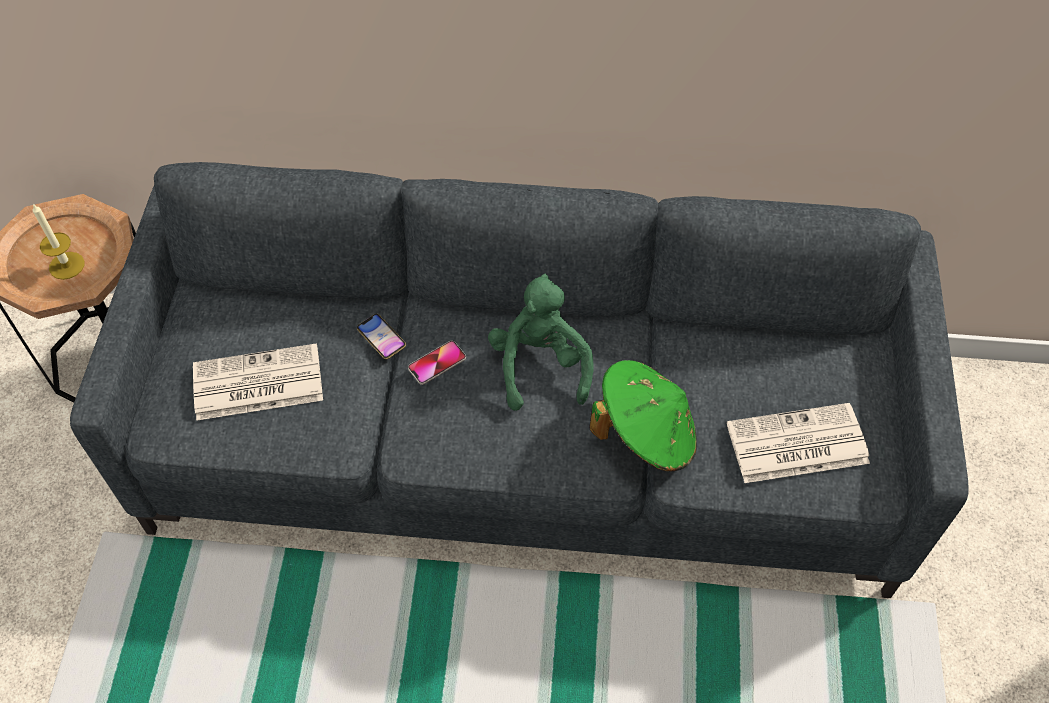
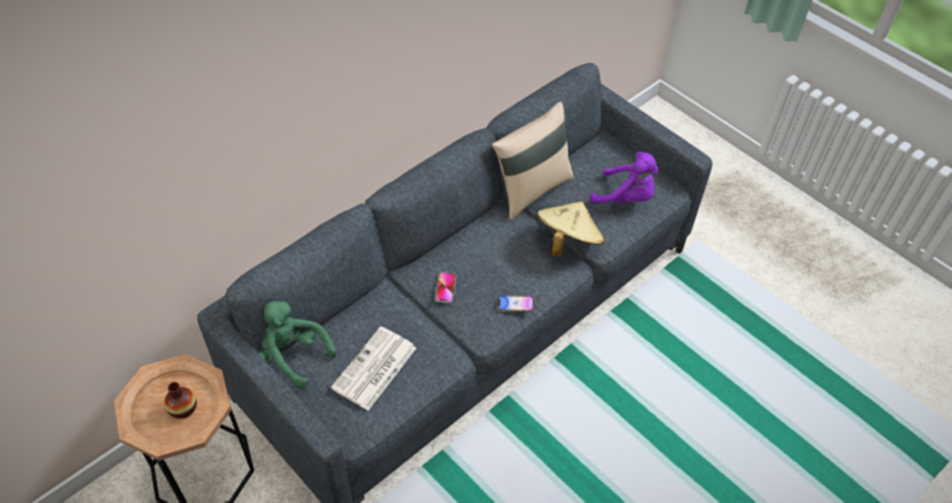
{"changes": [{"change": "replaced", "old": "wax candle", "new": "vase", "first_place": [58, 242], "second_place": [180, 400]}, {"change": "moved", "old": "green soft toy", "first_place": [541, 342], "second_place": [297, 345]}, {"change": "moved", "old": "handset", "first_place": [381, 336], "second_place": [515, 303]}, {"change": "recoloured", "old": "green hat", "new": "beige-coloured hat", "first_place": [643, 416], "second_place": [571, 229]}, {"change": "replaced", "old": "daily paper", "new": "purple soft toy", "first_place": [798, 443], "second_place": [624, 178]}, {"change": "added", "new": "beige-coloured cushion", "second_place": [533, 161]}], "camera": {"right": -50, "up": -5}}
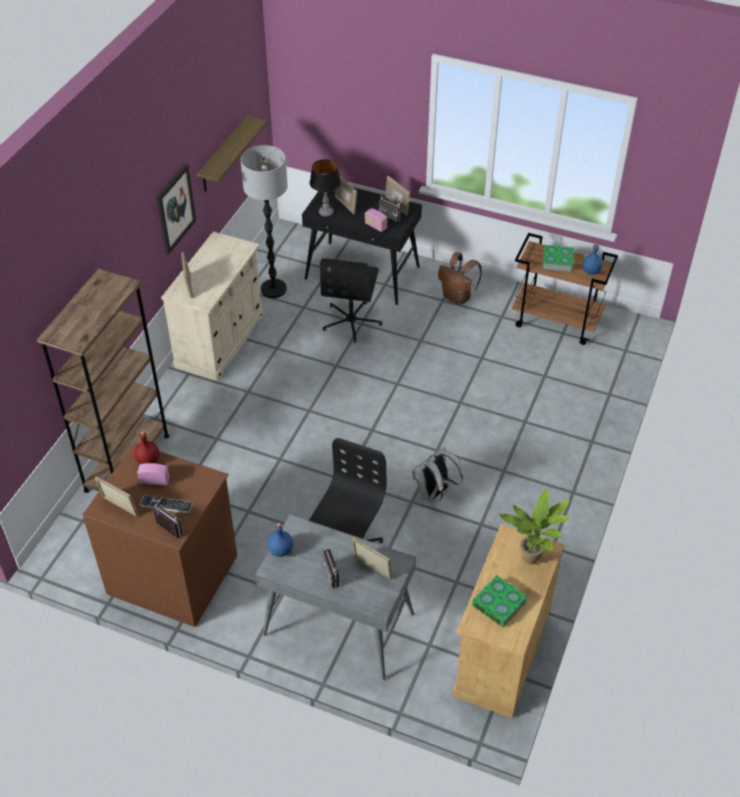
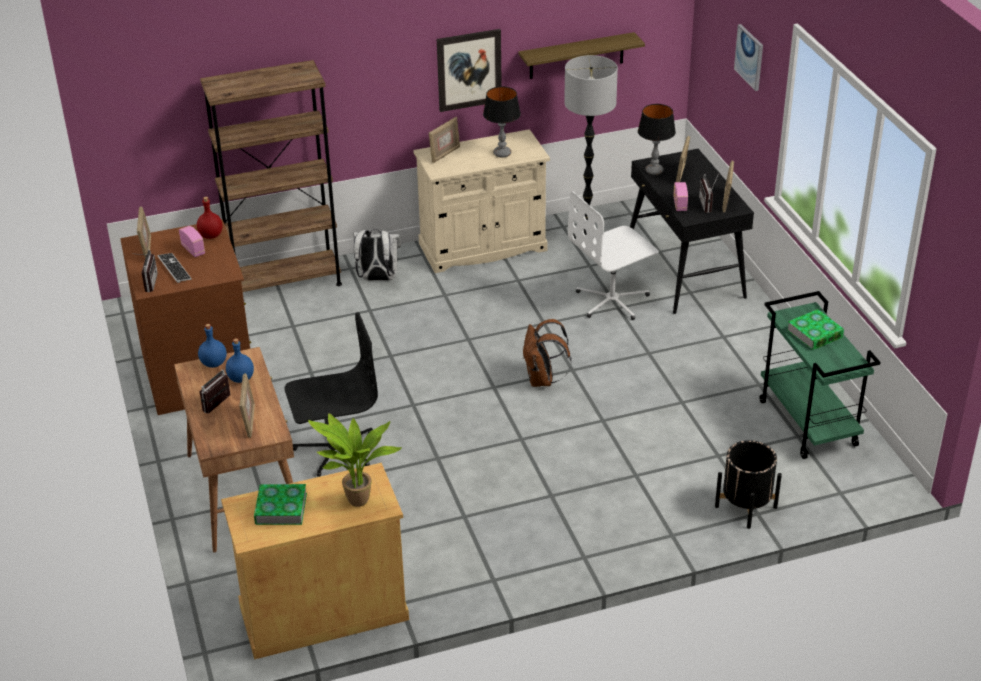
{"changes": [{"change": "recoloured", "old": "brown-coloured cart", "new": "green cart", "first_place": [565, 289], "second_place": [820, 375]}, {"change": "moved", "old": "bluish drink bottle", "first_place": [593, 259], "second_place": [240, 360]}, {"change": "moved", "old": "brown-coloured knapsack", "first_place": [460, 278], "second_place": [547, 353]}, {"change": "recoloured", "old": "black desk chair", "new": "whitish desk chair", "first_place": [351, 300], "second_place": [613, 255]}, {"change": "moved", "old": "whitish knapsack", "first_place": [437, 474], "second_place": [377, 255]}, {"change": "recoloured", "old": "grey desk table", "new": "brown-coloured desk table", "first_place": [336, 597], "second_place": [234, 450]}, {"change": "added", "new": "wall art", "second_place": [748, 57]}, {"change": "added", "new": "tabletop lamp", "second_place": [502, 122]}, {"change": "added", "new": "black flower pot", "second_place": [748, 484]}], "camera": {"right": 50, "up": -10}}
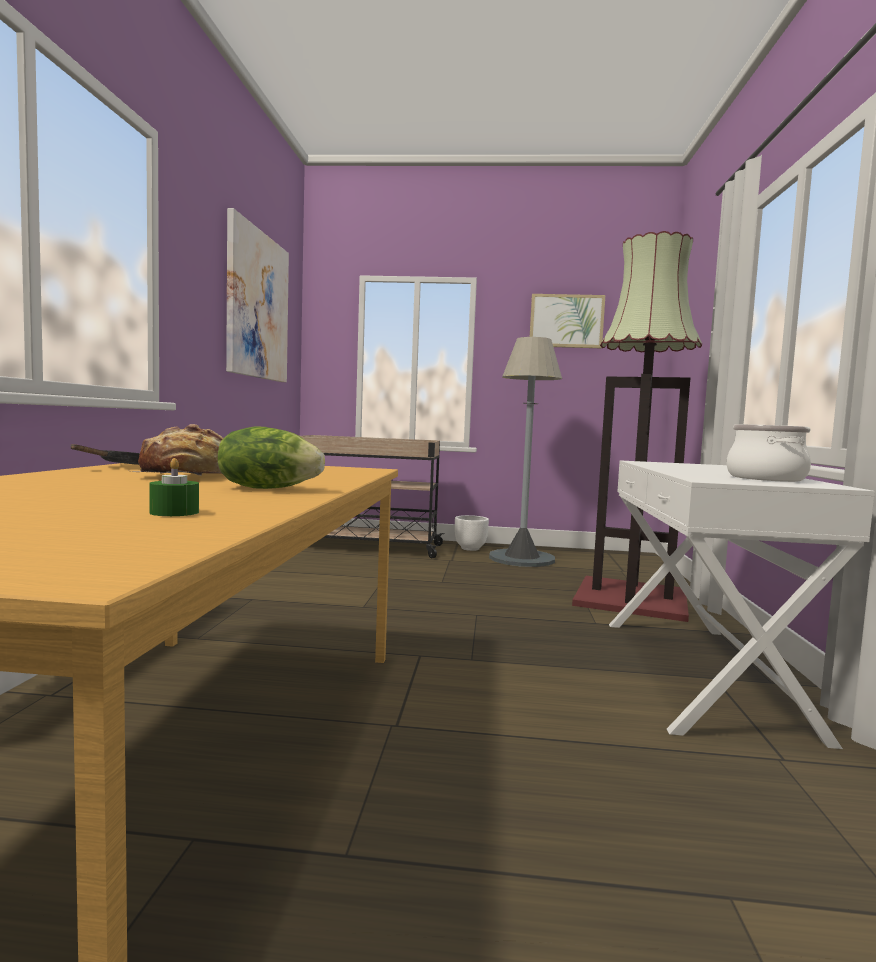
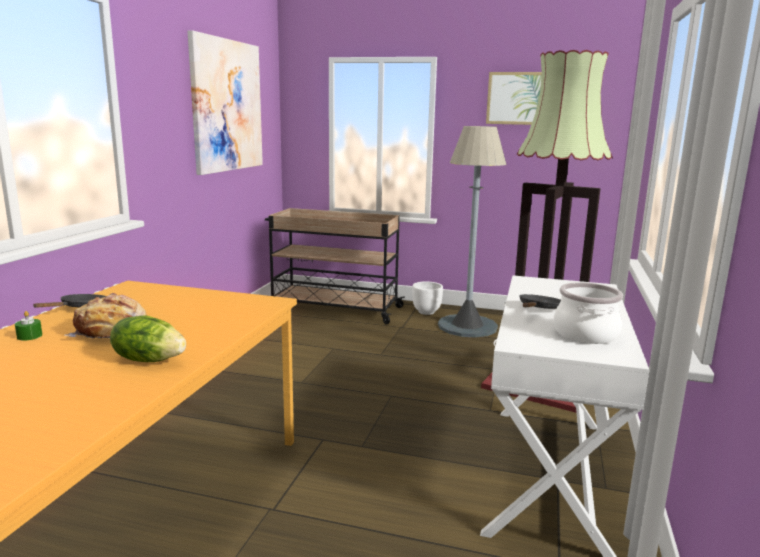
{"changes": [{"change": "moved", "old": "green wax candle", "first_place": [174, 487], "second_place": [28, 325]}, {"change": "added", "new": "black frying pan", "second_place": [540, 301]}], "camera": {"right": 10, "up": 10}}
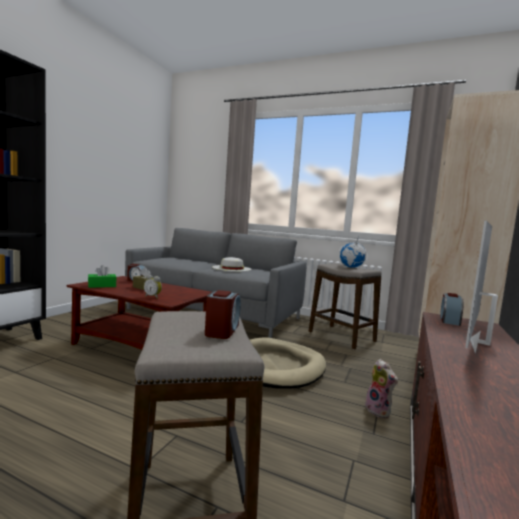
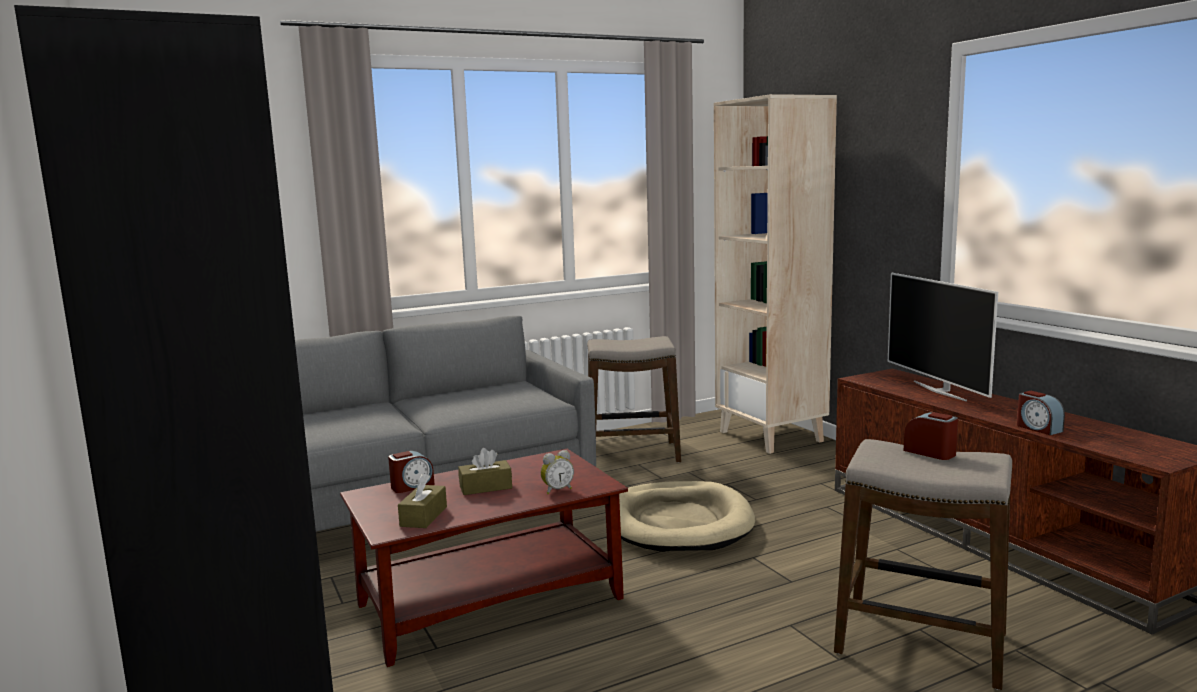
{"changes": [{"change": "removed", "old": "world globe", "first_place": [353, 252]}, {"change": "removed", "old": "whitish hat", "first_place": [231, 264]}, {"change": "recoloured", "old": "green tissue box", "new": "brown-coloured tissue box", "first_place": [102, 276], "second_place": [422, 500]}, {"change": "moved", "old": "alarm clock", "first_place": [452, 309], "second_place": [1041, 413]}, {"change": "removed", "old": "soft toy", "first_place": [381, 388]}], "camera": {"right": -50, "up": 5}}
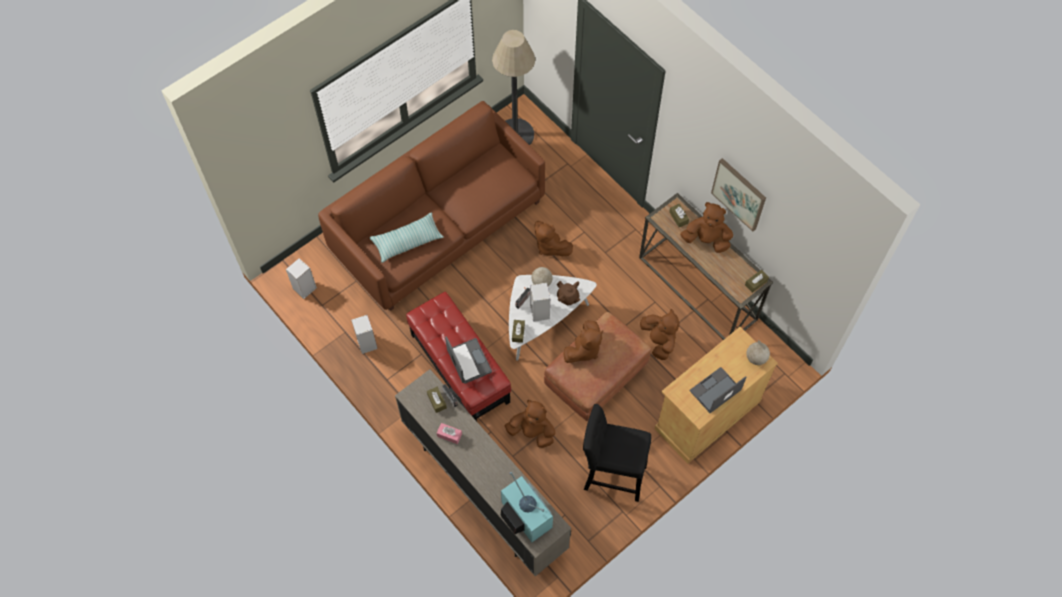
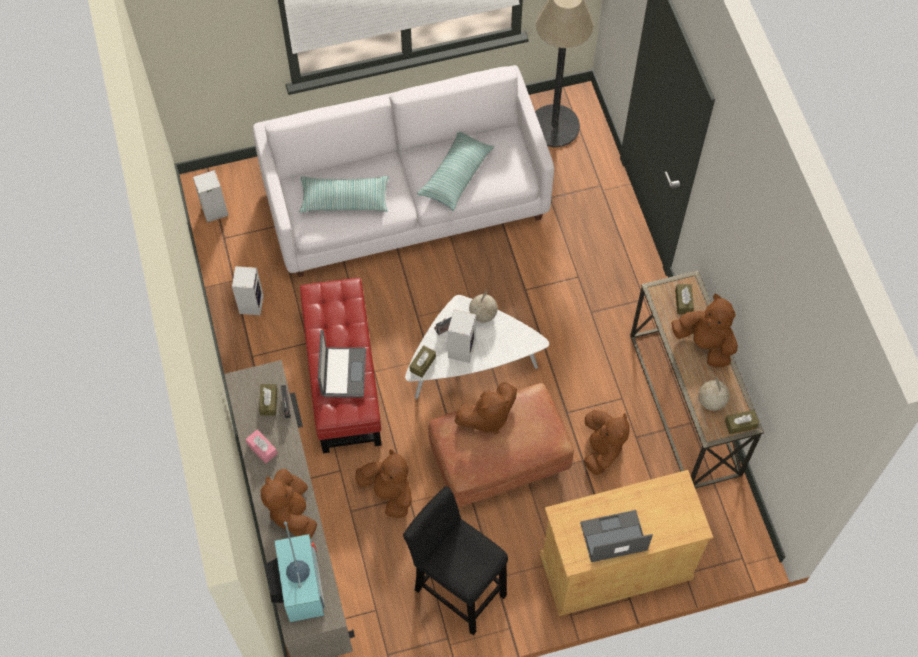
{"changes": [{"change": "recoloured", "old": "brown-coloured settee", "new": "whitish settee", "first_place": [431, 206], "second_place": [403, 171]}, {"change": "removed", "old": "wall art", "first_place": [738, 194]}, {"change": "moved", "old": "brown-coloured soft toy", "first_place": [553, 238], "second_place": [289, 504]}, {"change": "removed", "old": "brown-coloured pot for tea", "first_place": [569, 293]}, {"change": "moved", "old": "world globe", "first_place": [758, 352], "second_place": [713, 393]}, {"change": "added", "new": "cushion", "second_place": [456, 171]}], "camera": {"right": 25, "up": 0}}
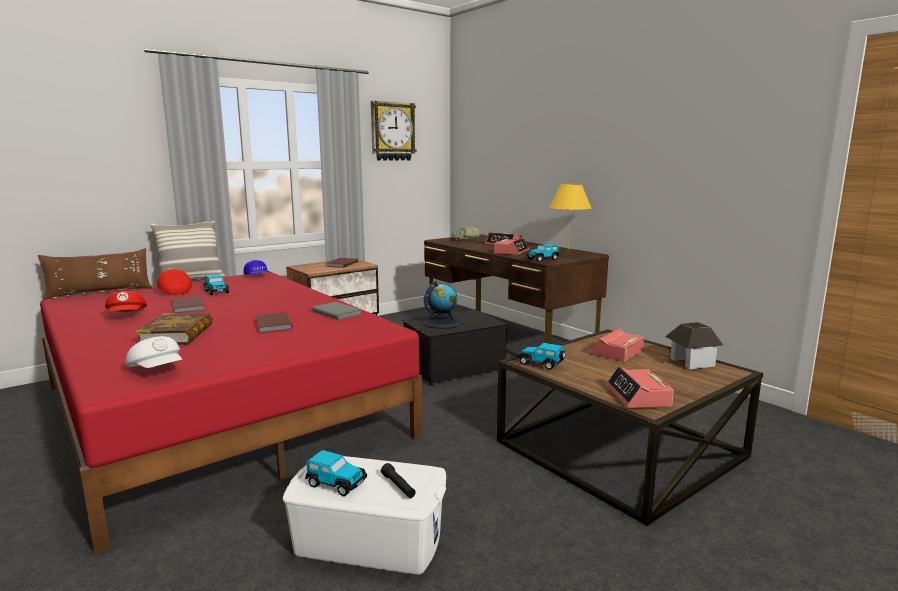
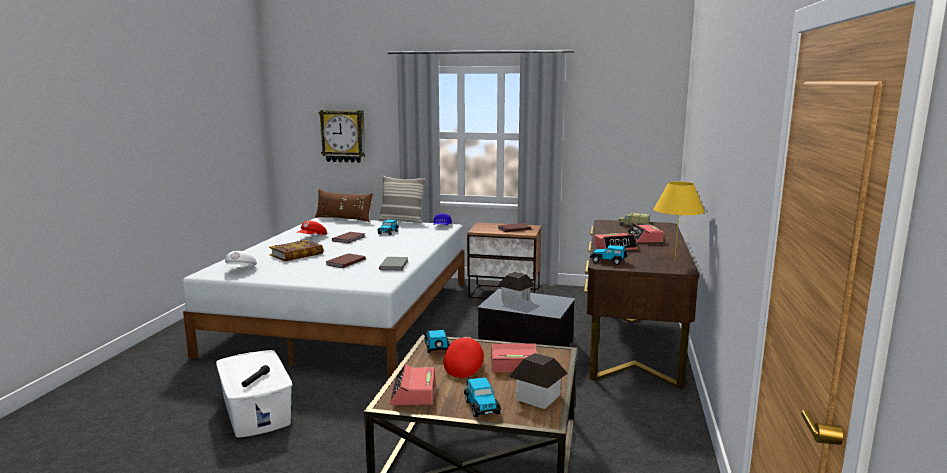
{"changes": [{"change": "moved", "old": "clock on the wall", "first_place": [394, 131], "second_place": [342, 136]}, {"change": "moved", "old": "reddish peaked cap", "first_place": [174, 281], "second_place": [464, 357]}, {"change": "recoloured", "old": "reddish sleeping bed", "new": "whitish sleeping bed", "first_place": [231, 413], "second_place": [323, 298]}, {"change": "replaced", "old": "world globe", "new": "model house", "first_place": [443, 305], "second_place": [516, 288]}, {"change": "turned", "old": "alarm clock", "first_place": [640, 387], "second_place": [412, 384], "degrees": -45}, {"change": "moved", "old": "toy car", "first_place": [336, 473], "second_place": [482, 397]}], "camera": {"right": 50, "up": 0}}
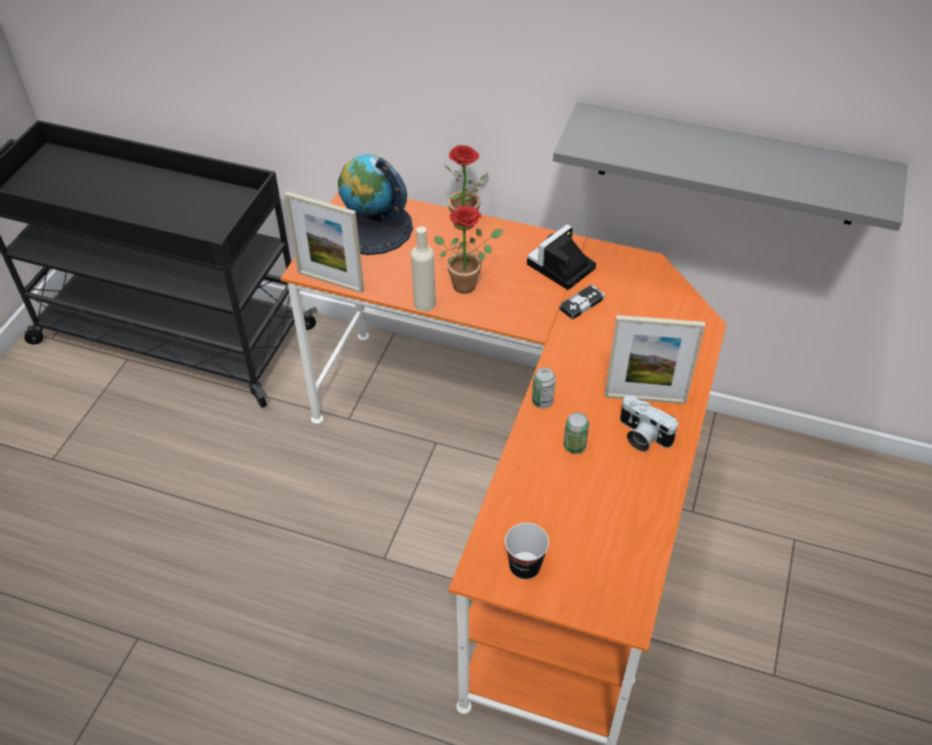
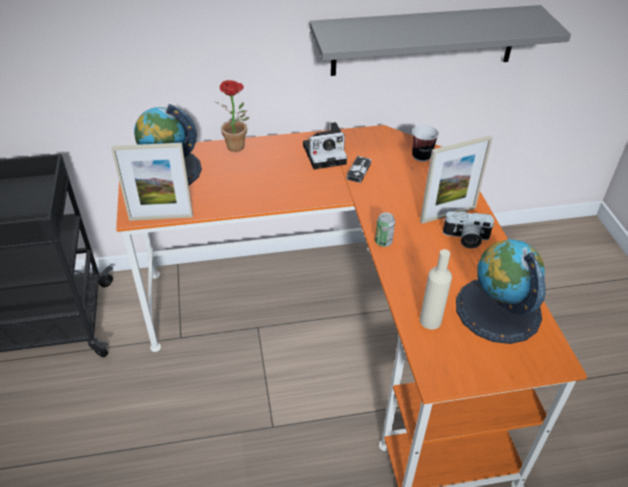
{"changes": [{"change": "removed", "old": "houseplant", "first_place": [468, 250]}, {"change": "turned", "old": "still camera", "first_place": [561, 257], "second_place": [325, 145], "degrees": -120}, {"change": "moved", "old": "beige-coloured drink bottle", "first_place": [423, 268], "second_place": [436, 289]}, {"change": "removed", "old": "metal can", "first_place": [576, 433]}, {"change": "moved", "old": "small cup", "first_place": [527, 551], "second_place": [425, 143]}, {"change": "added", "new": "world globe", "second_place": [501, 291]}], "camera": {"right": -30, "up": -5}}
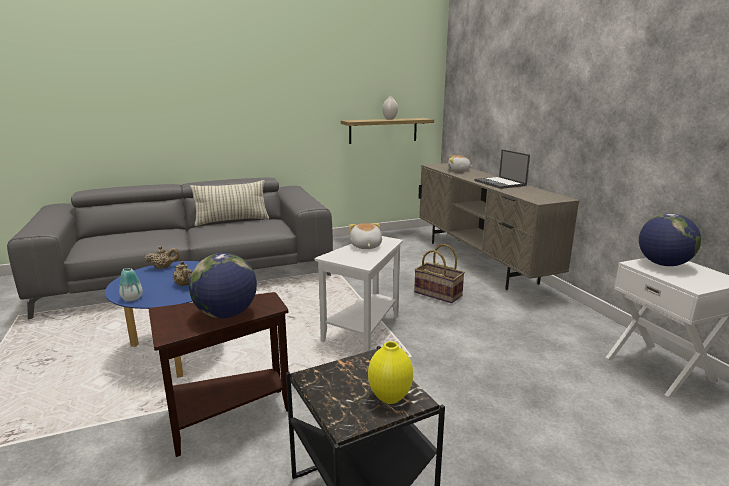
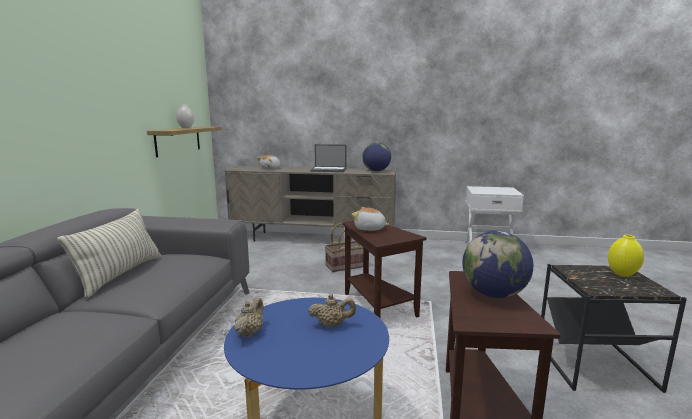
{"changes": [{"change": "moved", "old": "world globe", "first_place": [670, 239], "second_place": [376, 156]}, {"change": "recoloured", "old": "whitish accent table", "new": "brown-coloured accent table", "first_place": [359, 294], "second_place": [384, 269]}, {"change": "removed", "old": "vase", "first_place": [131, 284]}], "camera": {"right": -60, "up": -5}}
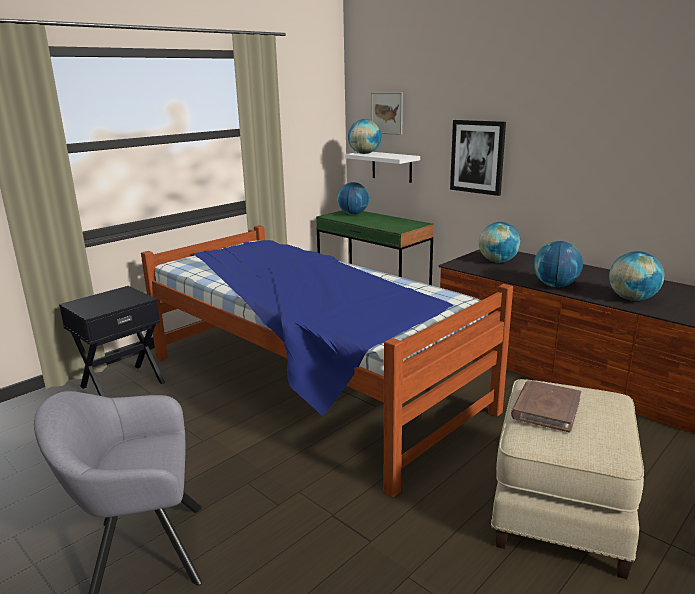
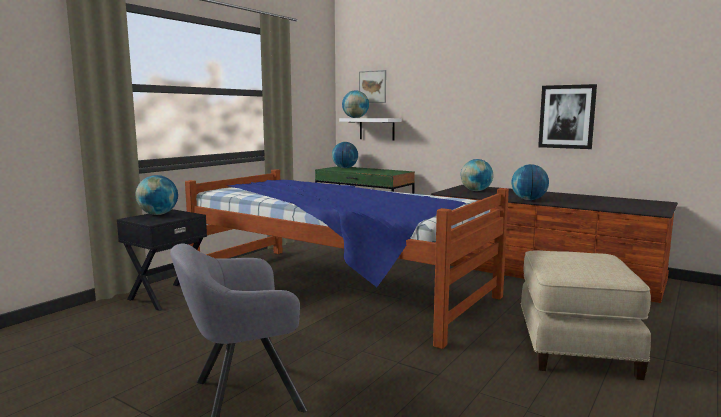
{"changes": [{"change": "moved", "old": "wall art", "first_place": [478, 158], "second_place": [567, 116]}, {"change": "moved", "old": "world globe", "first_place": [636, 276], "second_place": [156, 195]}, {"change": "removed", "old": "brown-coloured bound book", "first_place": [546, 406]}], "camera": {"right": -10, "up": -10}}
